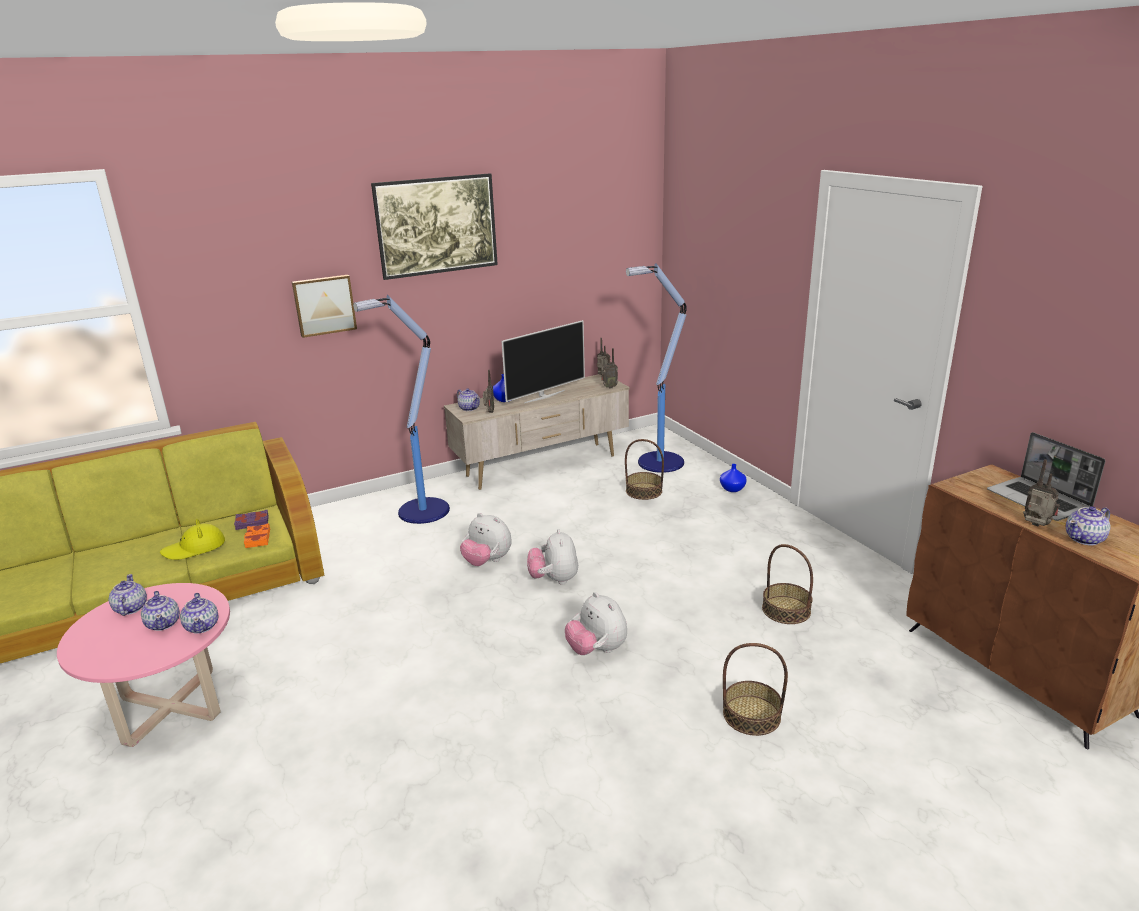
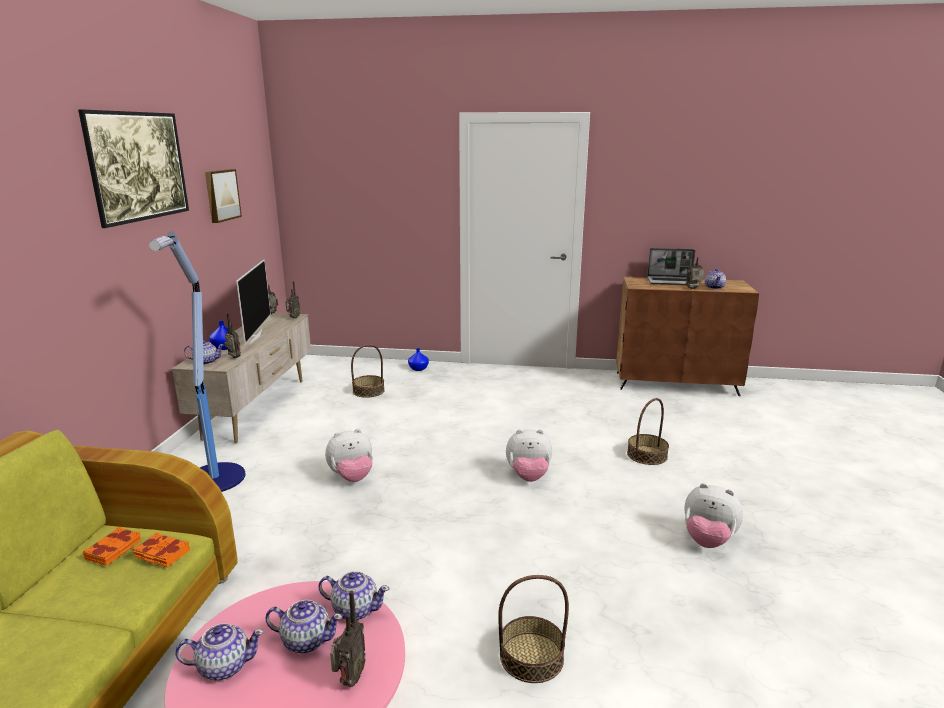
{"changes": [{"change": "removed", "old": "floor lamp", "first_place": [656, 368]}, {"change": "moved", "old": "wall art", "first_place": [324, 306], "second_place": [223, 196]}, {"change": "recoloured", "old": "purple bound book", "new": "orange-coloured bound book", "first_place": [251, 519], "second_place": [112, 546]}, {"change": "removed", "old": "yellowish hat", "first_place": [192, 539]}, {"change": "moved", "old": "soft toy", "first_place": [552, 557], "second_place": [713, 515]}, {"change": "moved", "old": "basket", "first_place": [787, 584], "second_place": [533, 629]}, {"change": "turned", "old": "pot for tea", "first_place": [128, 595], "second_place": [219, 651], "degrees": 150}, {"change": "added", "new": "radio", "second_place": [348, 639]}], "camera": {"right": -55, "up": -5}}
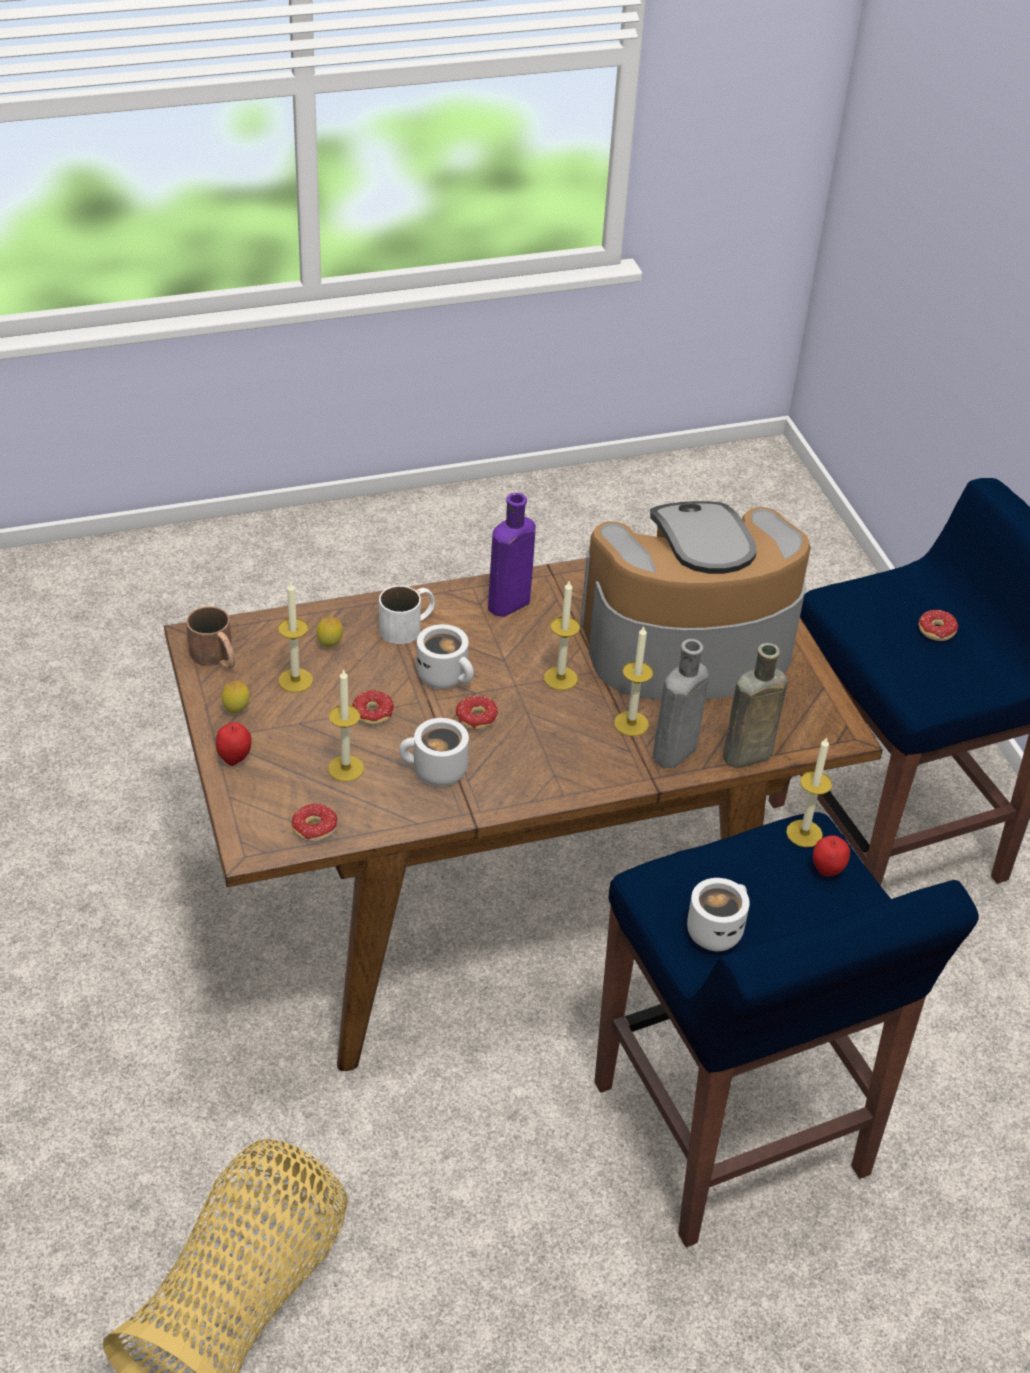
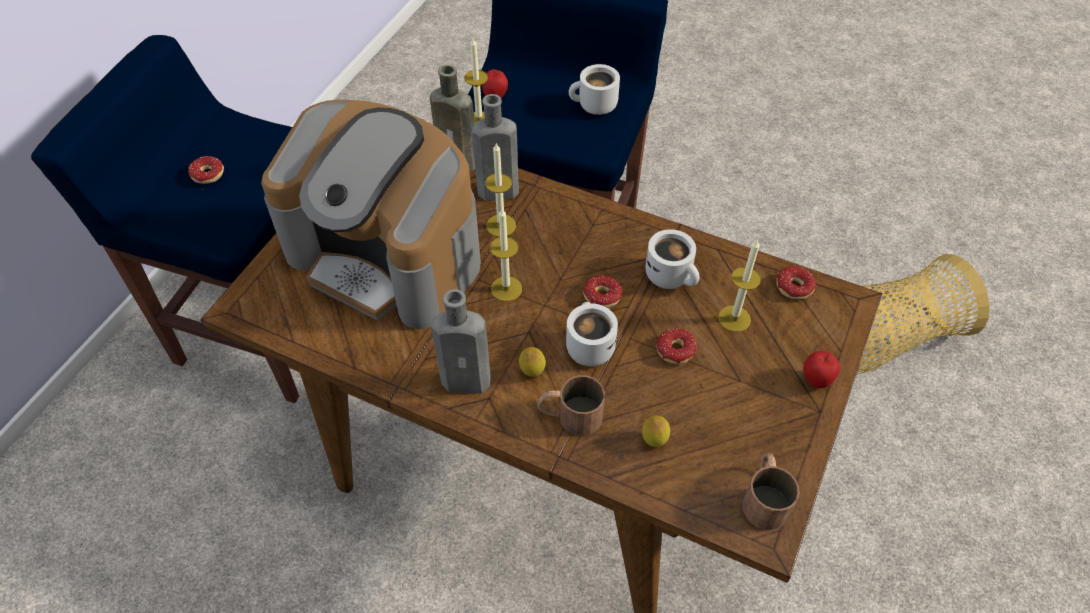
{"changes": [{"change": "recoloured", "old": "purple drink bottle", "new": "grey drink bottle", "first_place": [512, 555], "second_place": [461, 341]}, {"change": "removed", "old": "wax candle", "first_place": [295, 636]}, {"change": "recoloured", "old": "whitish tea mug", "new": "brown-coloured tea mug", "first_place": [407, 615], "second_place": [571, 405]}, {"change": "moved", "old": "lemon", "first_place": [235, 697], "second_place": [532, 362]}], "camera": {"right": -135, "up": 10}}
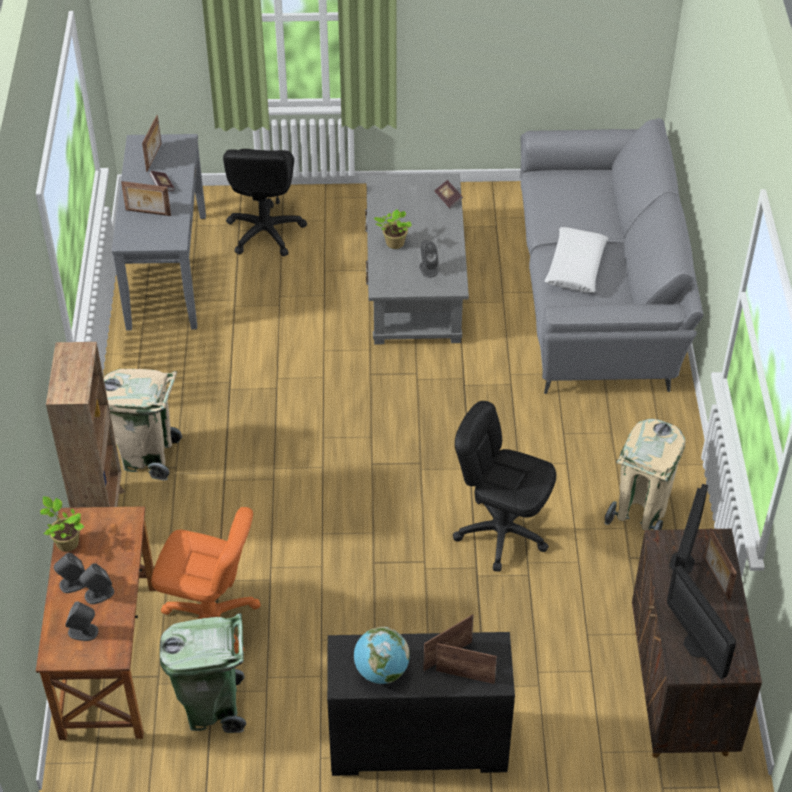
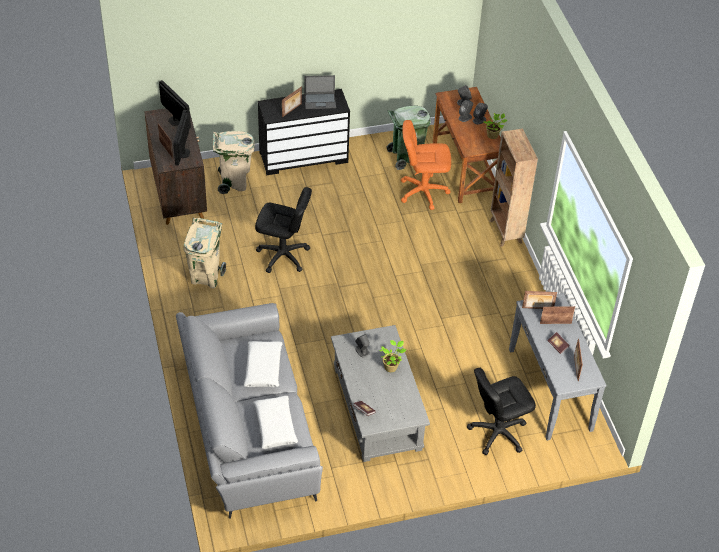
{"changes": [{"change": "turned", "old": "black desk chair", "first_place": [265, 202], "second_place": [501, 411], "degrees": -105}, {"change": "moved", "old": "beige-coloured waste bin", "first_place": [143, 425], "second_place": [233, 162]}, {"change": "replaced", "old": "world globe", "new": "portable computer", "first_place": [382, 655], "second_place": [320, 92]}, {"change": "moved", "old": "photo frame", "first_place": [466, 663], "second_place": [539, 300]}, {"change": "added", "new": "whitish cushion", "second_place": [275, 422]}], "camera": {"right": 165, "up": 0}}
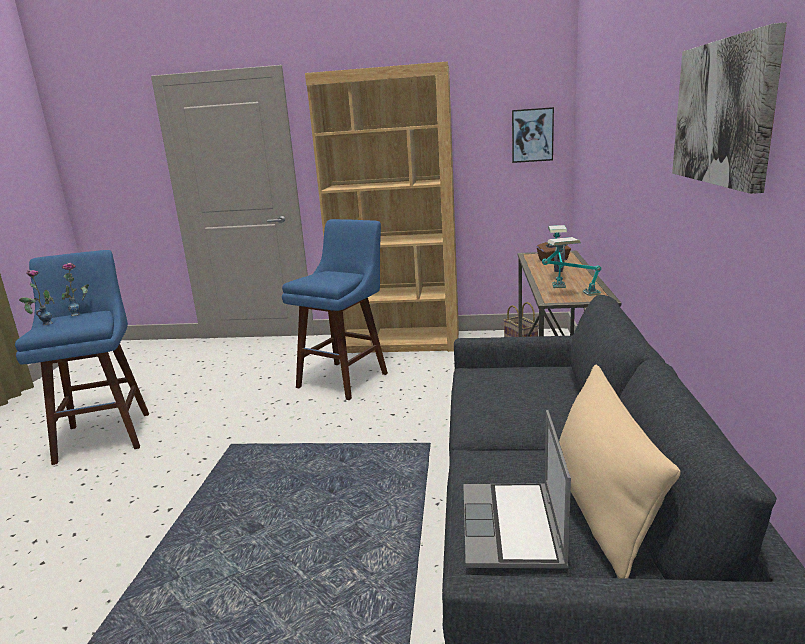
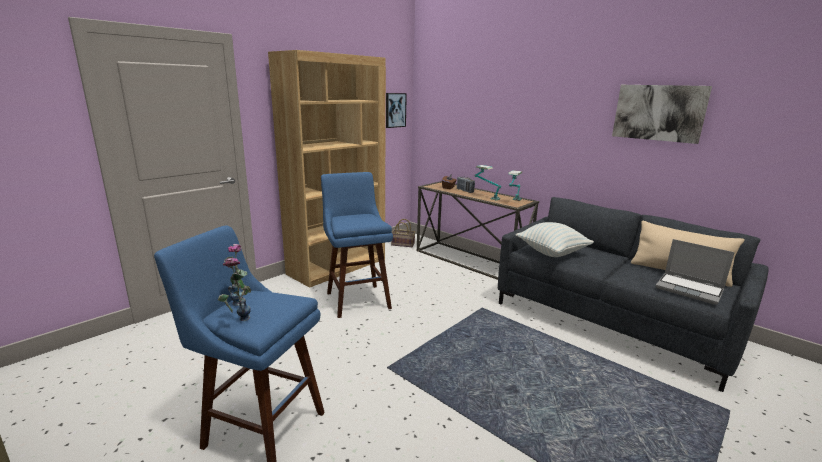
{"changes": [{"change": "added", "new": "cushion", "second_place": [555, 239]}], "camera": {"right": -55, "up": 0}}
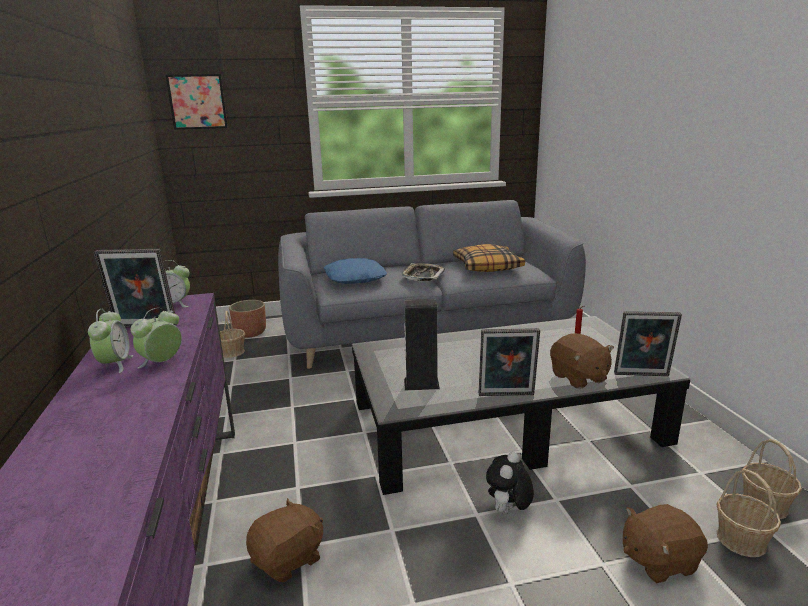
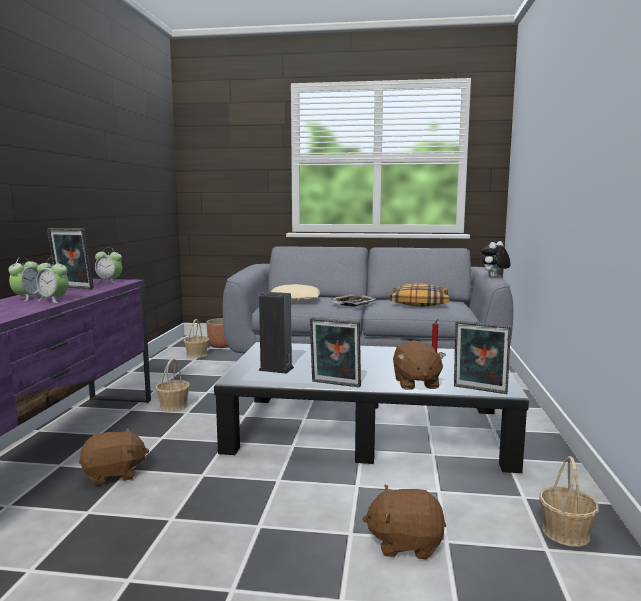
{"changes": [{"change": "removed", "old": "wall art", "first_place": [197, 102]}, {"change": "recoloured", "old": "bluish cushion", "new": "beige-coloured cushion", "first_place": [355, 271], "second_place": [295, 293]}, {"change": "turned", "old": "alarm clock", "first_place": [156, 338], "second_place": [52, 280], "degrees": -120}, {"change": "moved", "old": "soft toy", "first_place": [510, 483], "second_place": [496, 259]}, {"change": "moved", "old": "basket", "first_place": [748, 513], "second_place": [172, 385]}], "camera": {"right": 20, "up": -10}}
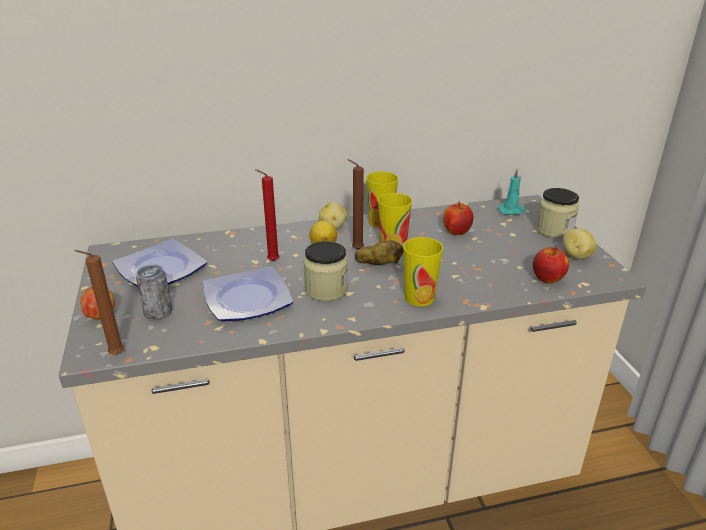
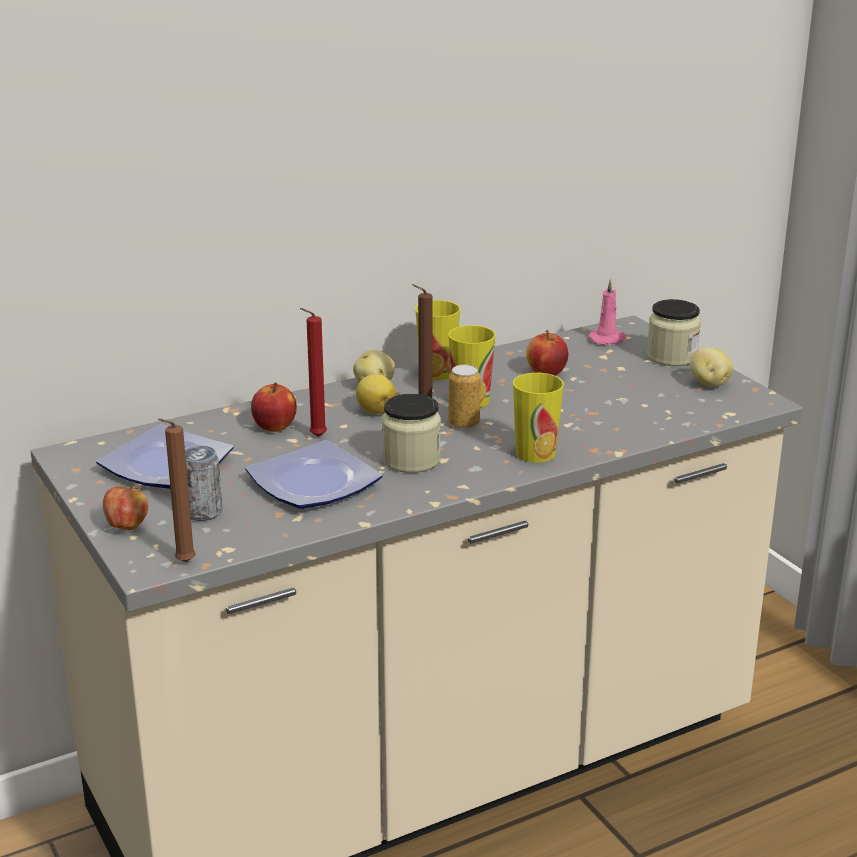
{"changes": [{"change": "recoloured", "old": "turquoise wax candle", "new": "pink-coloured wax candle", "first_place": [512, 191], "second_place": [607, 312]}, {"change": "replaced", "old": "potato", "new": "metal can", "first_place": [379, 252], "second_place": [464, 397]}, {"change": "moved", "old": "apple fruit", "first_place": [551, 265], "second_place": [274, 407]}], "camera": {"right": -15, "up": -5}}
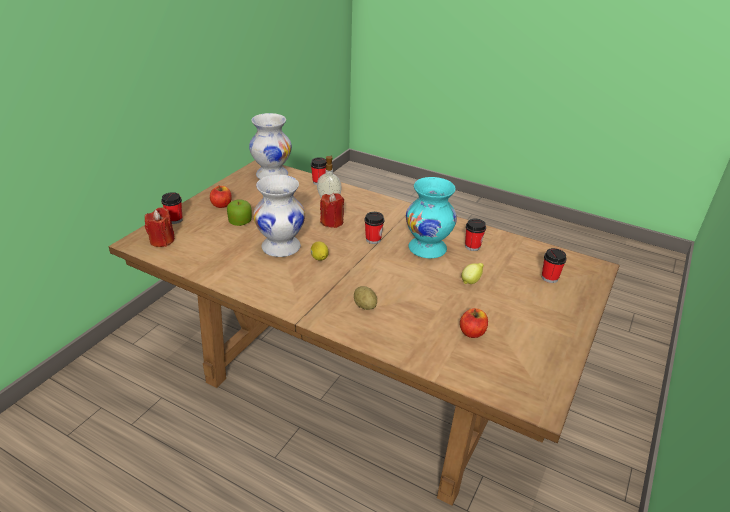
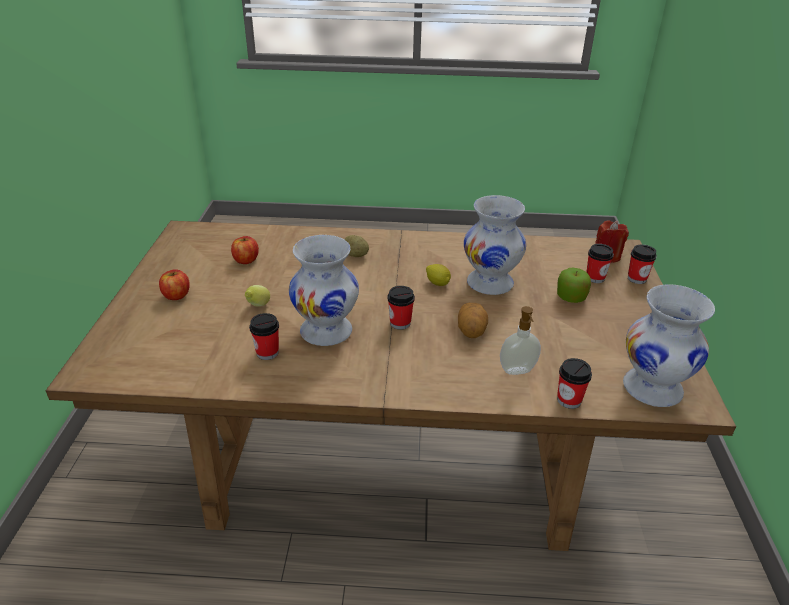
{"changes": [{"change": "recoloured", "old": "turquoise vase", "new": "whitish vase", "first_place": [431, 218], "second_place": [324, 290]}, {"change": "moved", "old": "apple fruit", "first_place": [221, 196], "second_place": [174, 284]}, {"change": "replaced", "old": "reddish wax candle", "new": "potato", "first_place": [332, 210], "second_place": [473, 320]}, {"change": "moved", "old": "small cup", "first_place": [554, 265], "second_place": [600, 263]}], "camera": {"right": 155, "up": 0}}
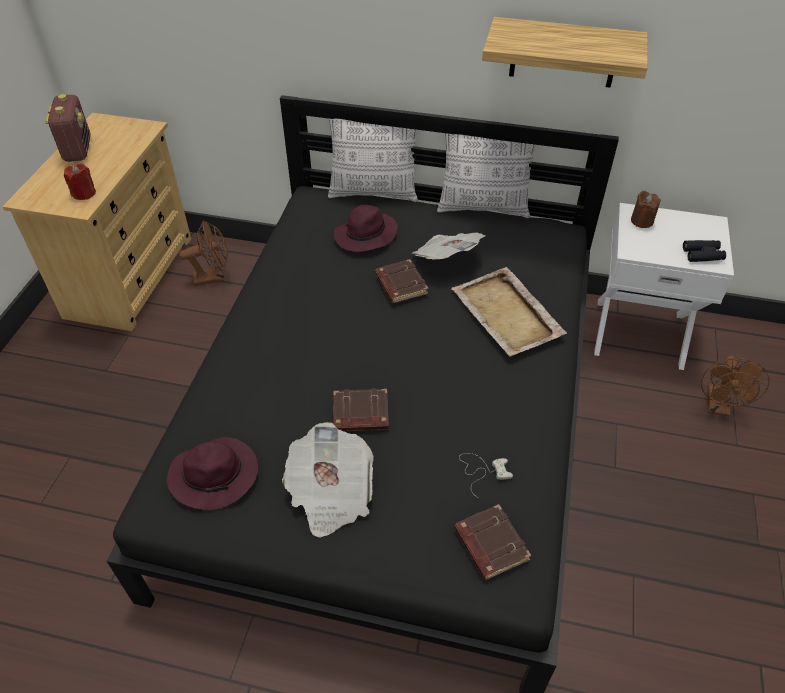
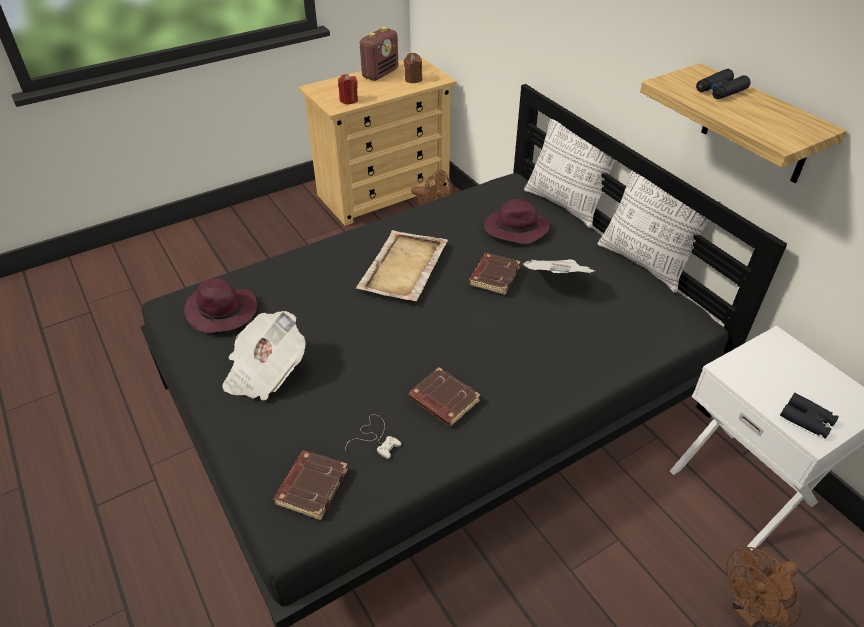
{"changes": [{"change": "moved", "old": "brown-coloured wax candle", "first_place": [646, 209], "second_place": [413, 68]}, {"change": "moved", "old": "beige-coloured carrying tray", "first_place": [509, 312], "second_place": [402, 265]}, {"change": "moved", "old": "brown-coloured bound book", "first_place": [361, 409], "second_place": [444, 397]}, {"change": "added", "new": "black field glasses", "second_place": [723, 84]}], "camera": {"right": 45, "up": -5}}
